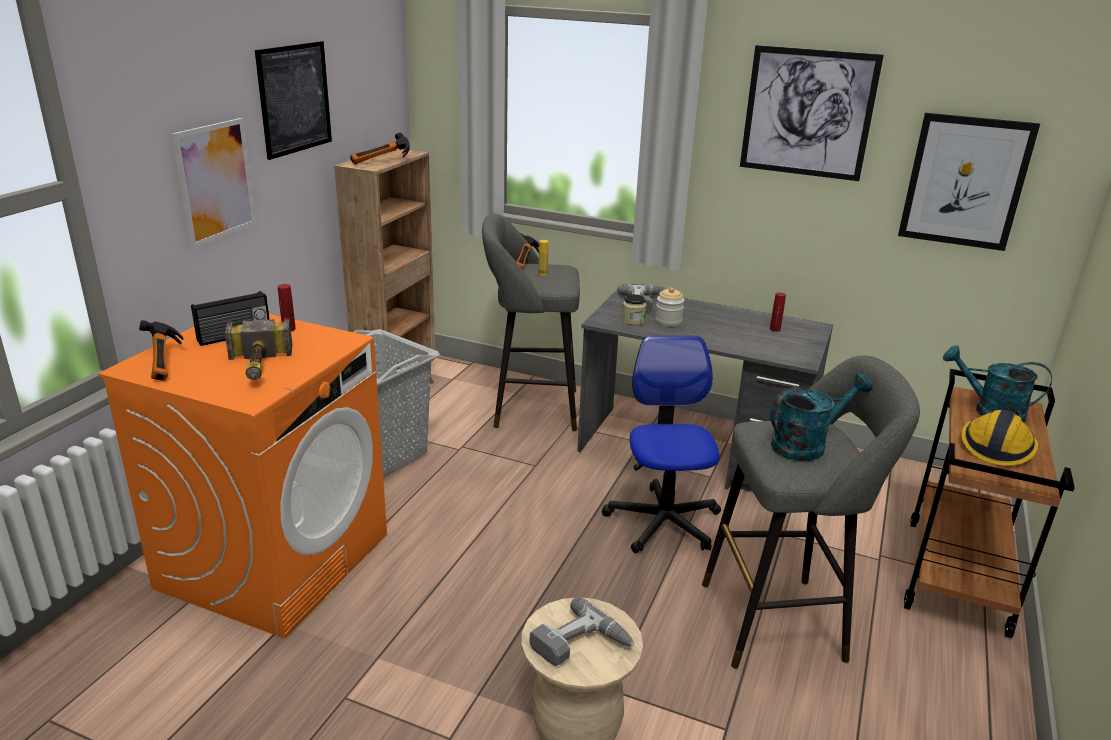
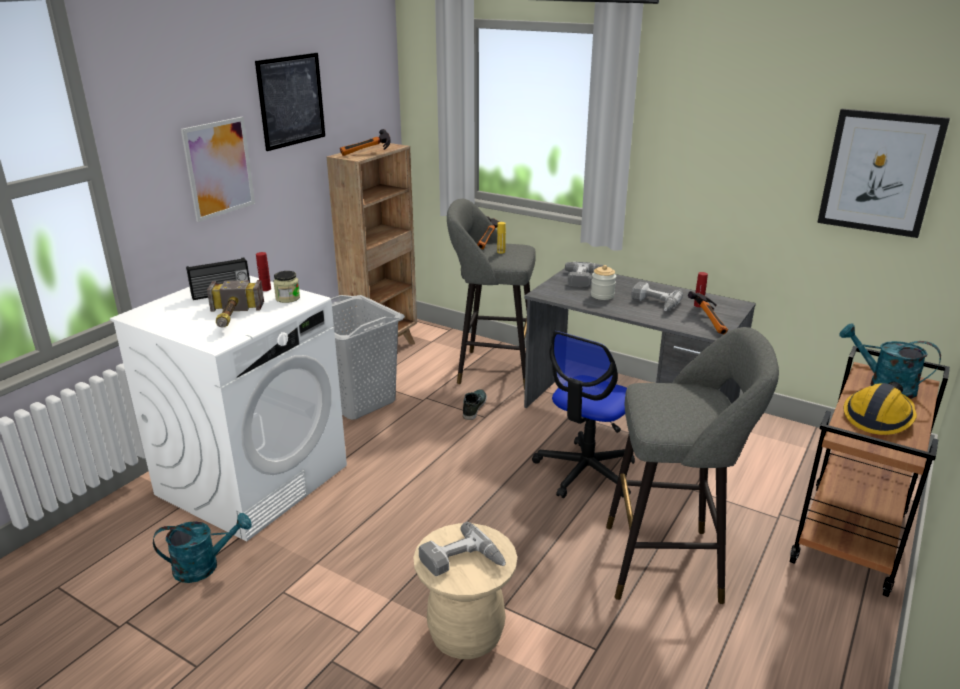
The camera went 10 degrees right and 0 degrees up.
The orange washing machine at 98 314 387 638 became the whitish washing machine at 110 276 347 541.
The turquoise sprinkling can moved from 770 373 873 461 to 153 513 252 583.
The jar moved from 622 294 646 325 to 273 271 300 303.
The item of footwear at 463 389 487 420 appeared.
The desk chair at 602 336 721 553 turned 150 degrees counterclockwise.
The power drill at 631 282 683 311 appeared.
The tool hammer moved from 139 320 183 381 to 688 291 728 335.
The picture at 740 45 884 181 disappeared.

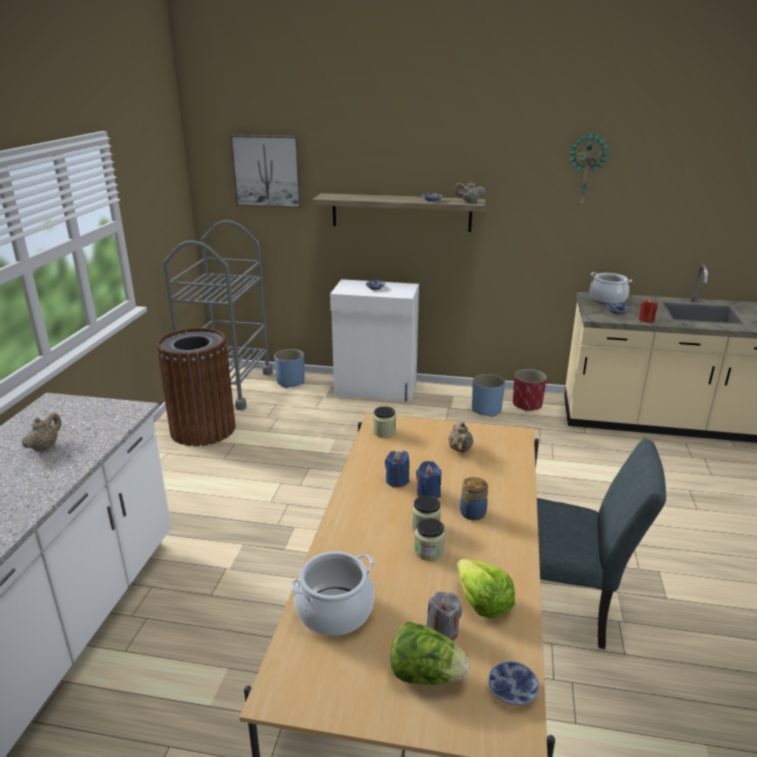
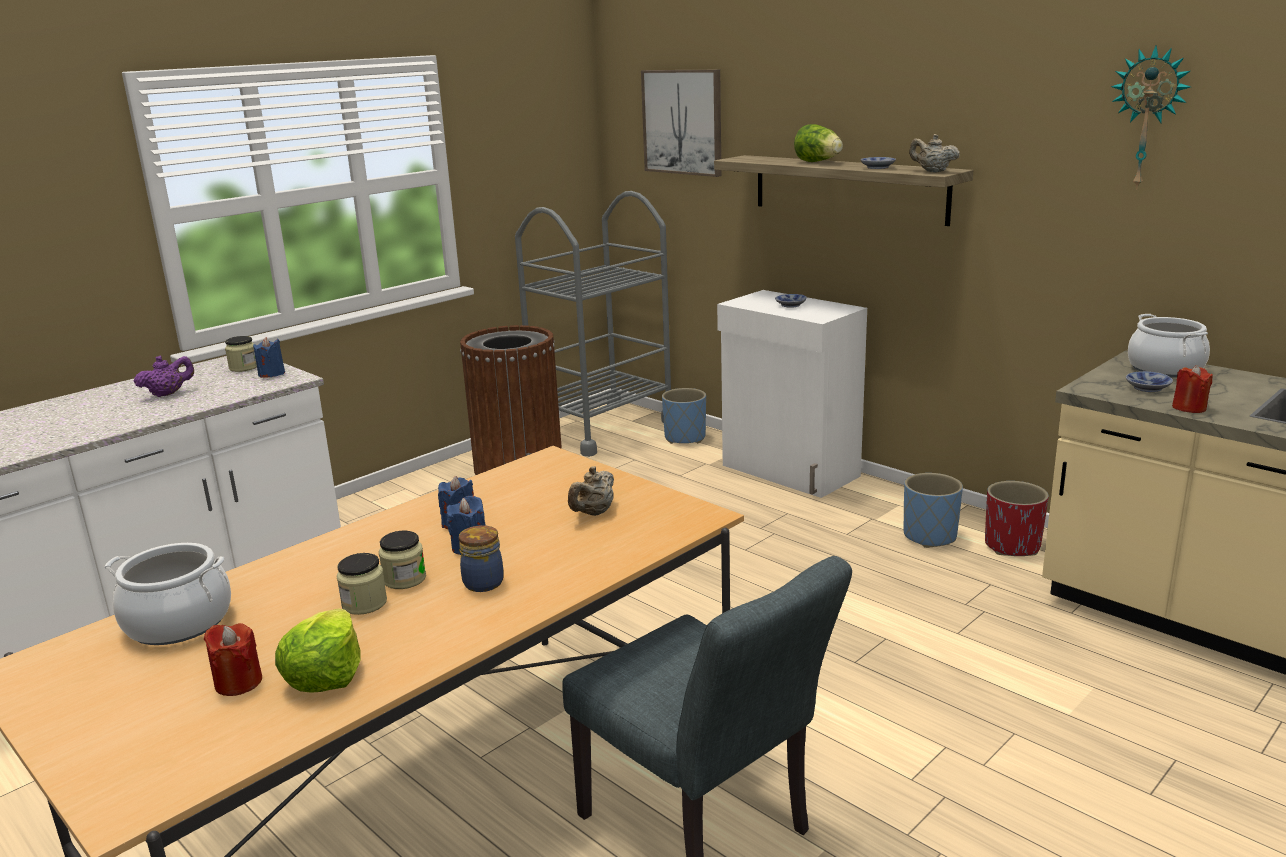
The camera went 35 degrees right and 5 degrees down.
The beige-coloured tea pot at 22 412 61 452 became the purplish tea pot at 134 356 194 397.
The greyish wax light at 426 592 462 641 became the reddish wax light at 204 623 262 696.
The jar moved from 373 406 396 438 to 225 336 257 372.
The bluish wax light at 253 337 285 378 appeared.
The lettuce moved from 391 622 470 685 to 794 124 843 162.
The deep dish at 488 661 539 705 disappeared.

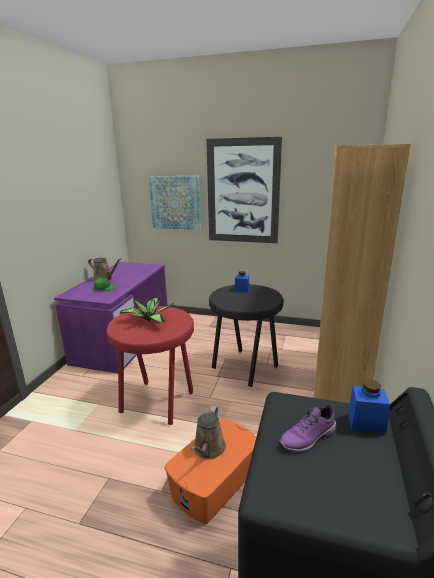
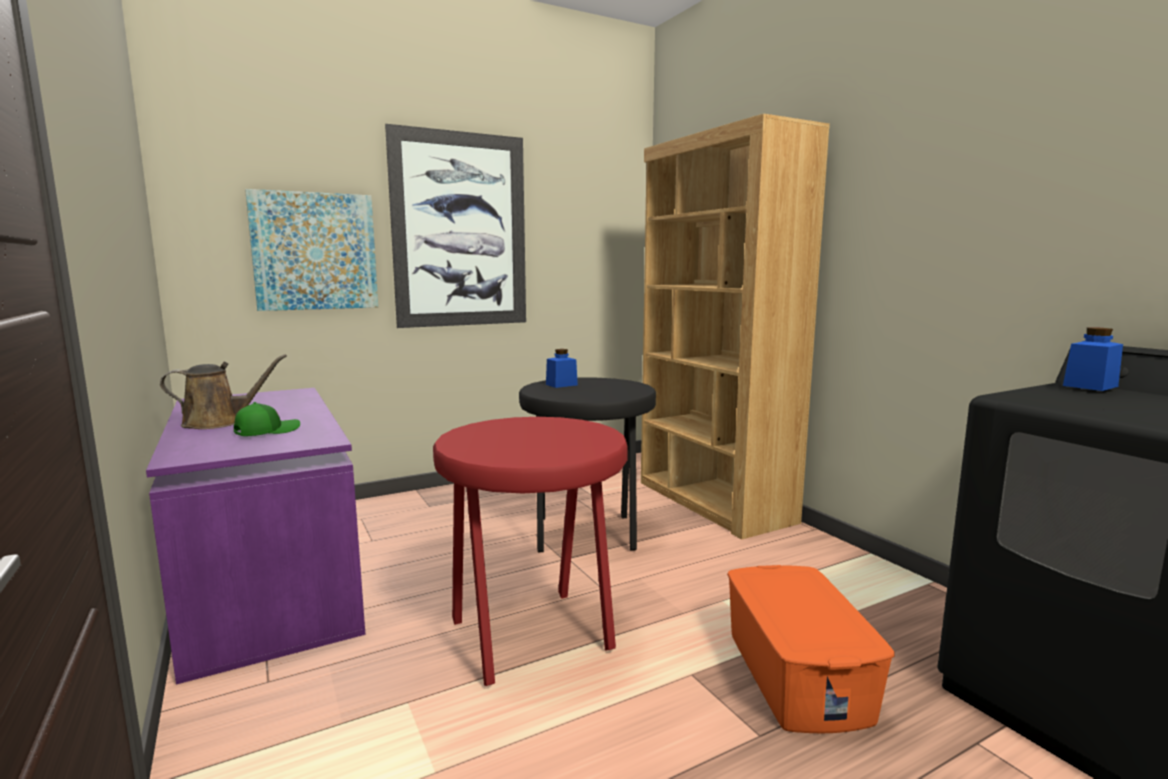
The camera went 45 degrees left and 10 degrees down.
The plant in a pot at 119 297 173 324 disappeared.
The brown-coloured sprinkling can at 191 406 226 459 disappeared.
The purplish item of footwear at 279 405 336 452 disappeared.

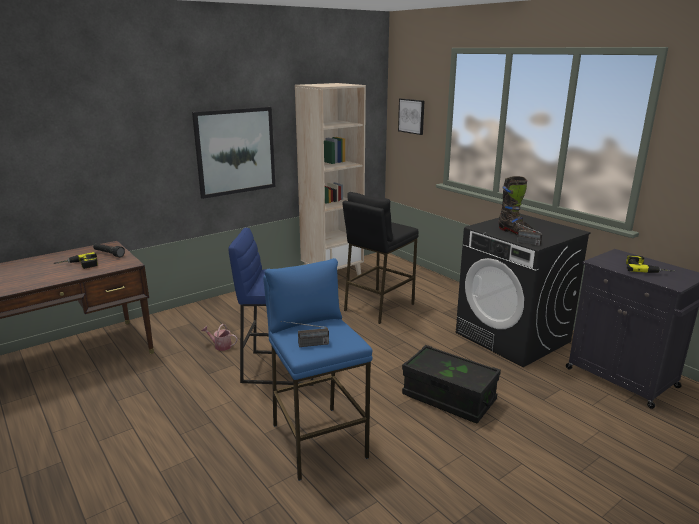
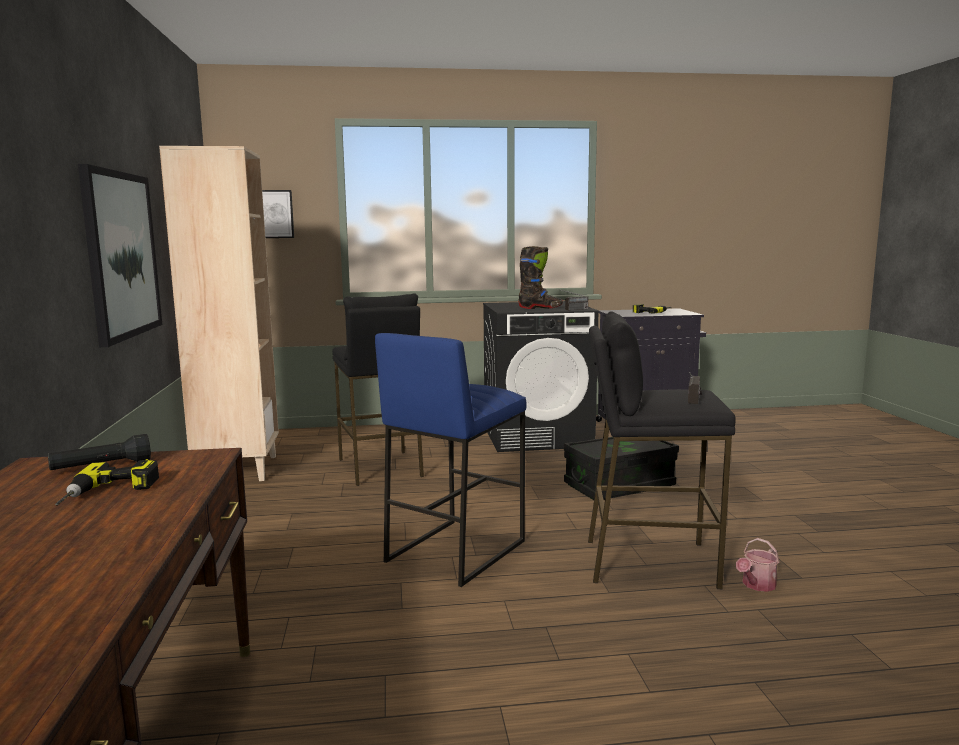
The camera went 60 degrees left and 10 degrees down.
The bluish stool at 263 258 372 481 became the blackish stool at 588 311 736 589.
The sprinkling can moved from 201 324 237 351 to 736 538 779 592.

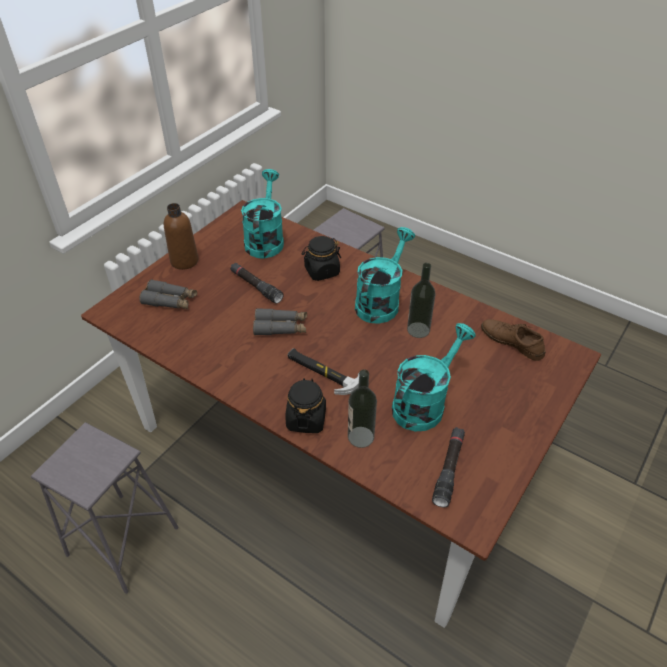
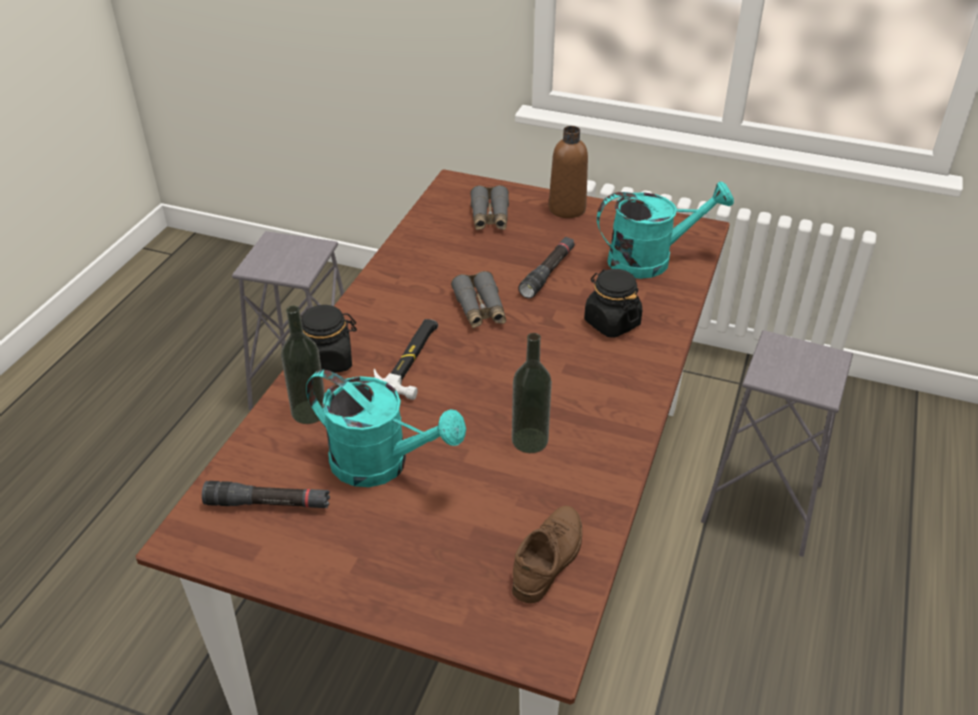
The camera went 75 degrees right and 5 degrees down.
The turquoise sprinkling can at 355 227 415 324 disappeared.

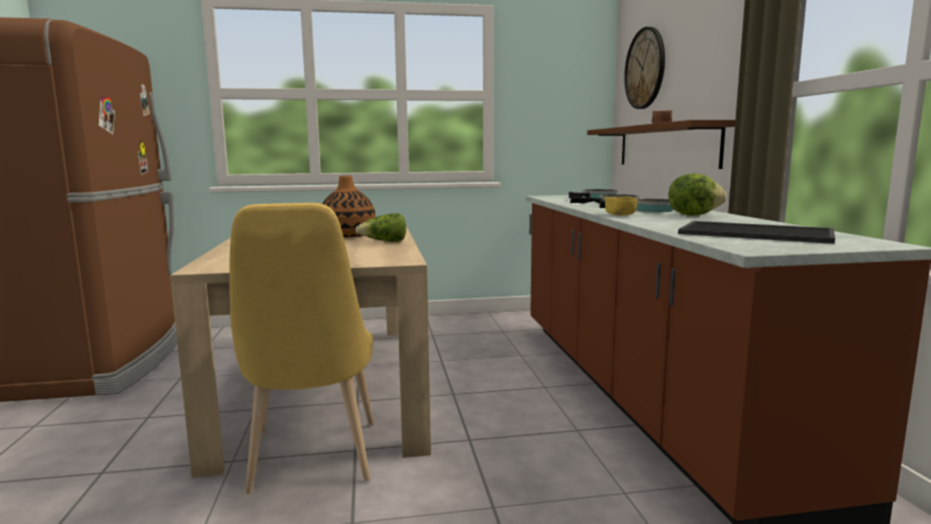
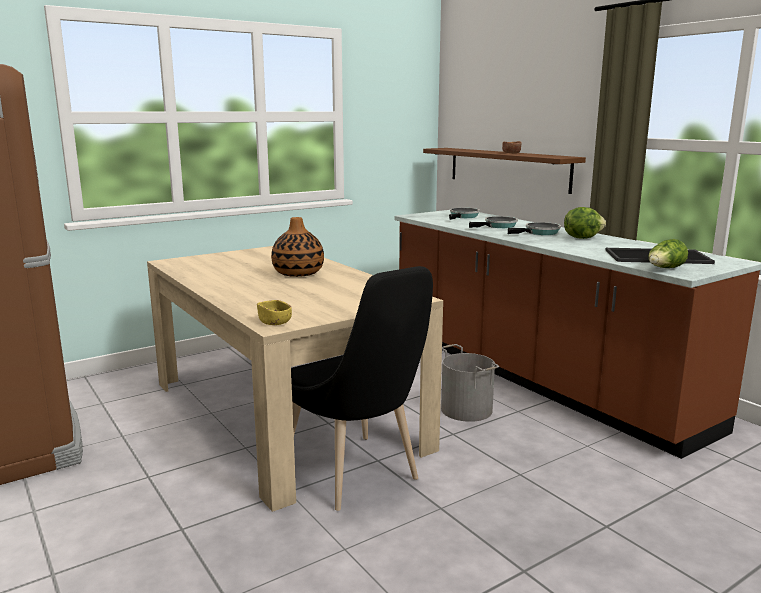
The camera went 25 degrees left and 5 degrees up.
The yellow deep dish moved from 605 196 637 215 to 257 300 292 325.
The yellow plain chair at 230 203 374 494 became the blackish plain chair at 291 266 433 511.
The greyish pail at 441 344 499 422 appeared.
The lettuce moved from 356 213 406 242 to 648 239 688 268.
The wall clock at 624 27 665 109 disappeared.

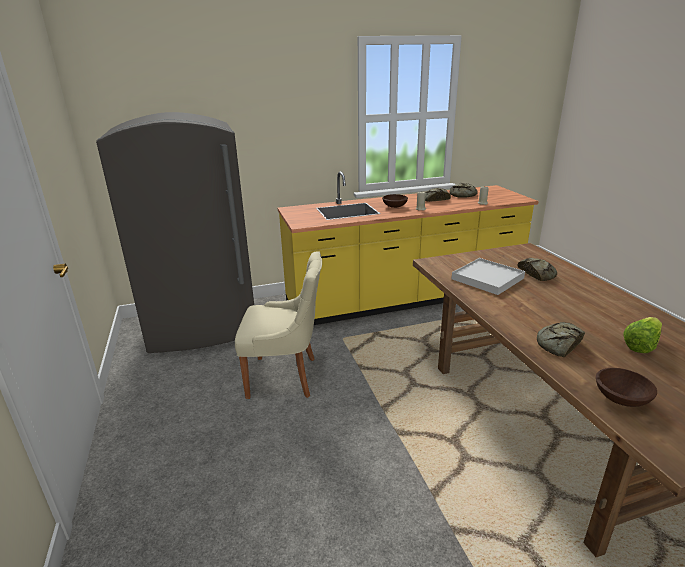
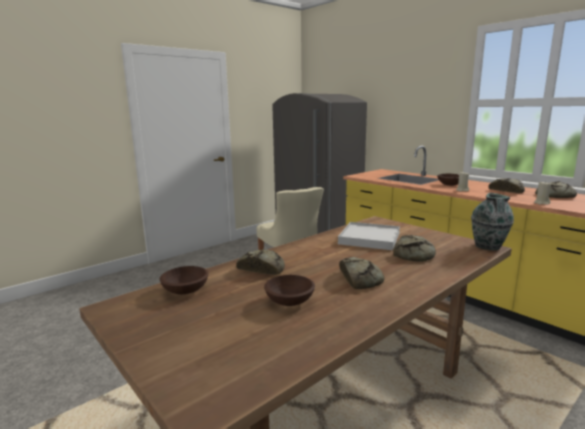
The camera went 65 degrees right and 10 degrees down.
The lettuce at 623 317 662 353 was replaced by the brown-coloured deep dish at 264 275 315 306.
The bakery bread at 339 257 384 289 appeared.
The flower vase at 471 192 514 250 appeared.

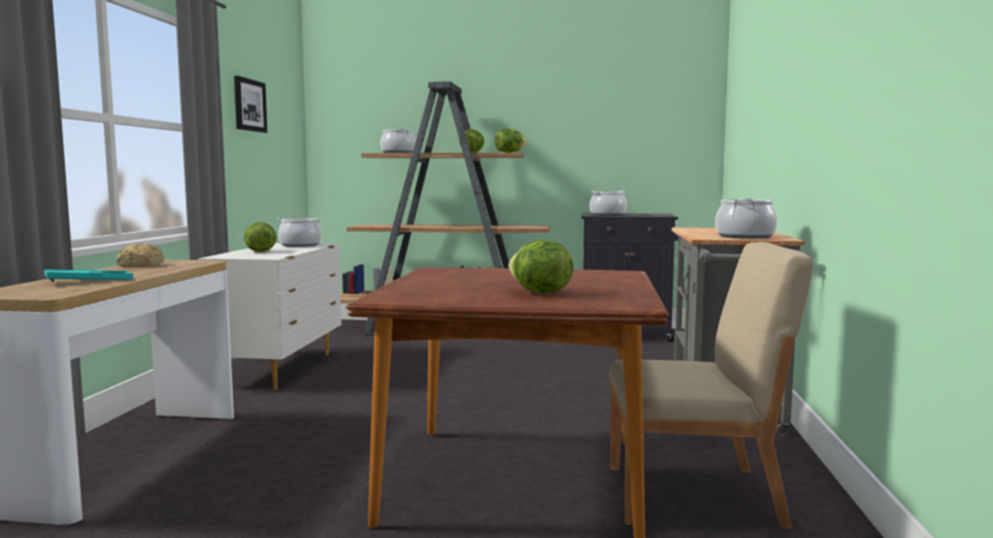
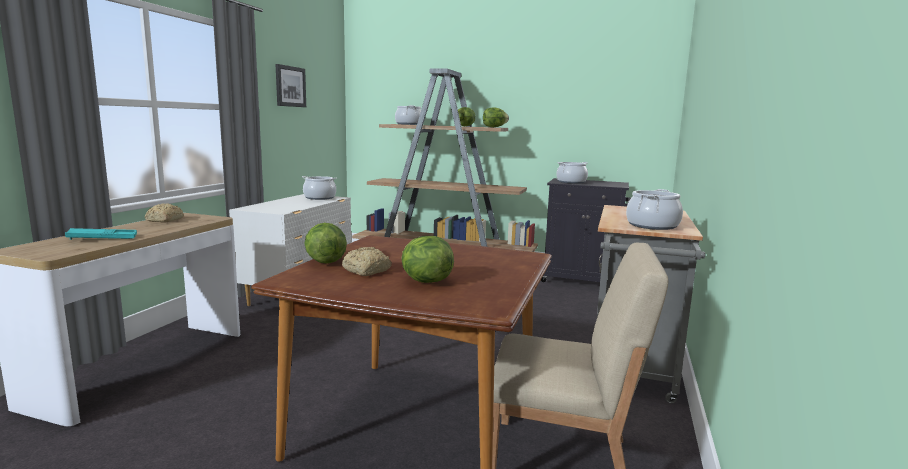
The camera went 10 degrees right and 5 degrees up.
The lettuce moved from 244 222 277 252 to 304 223 347 264.
The bakery bread at 342 247 392 276 appeared.

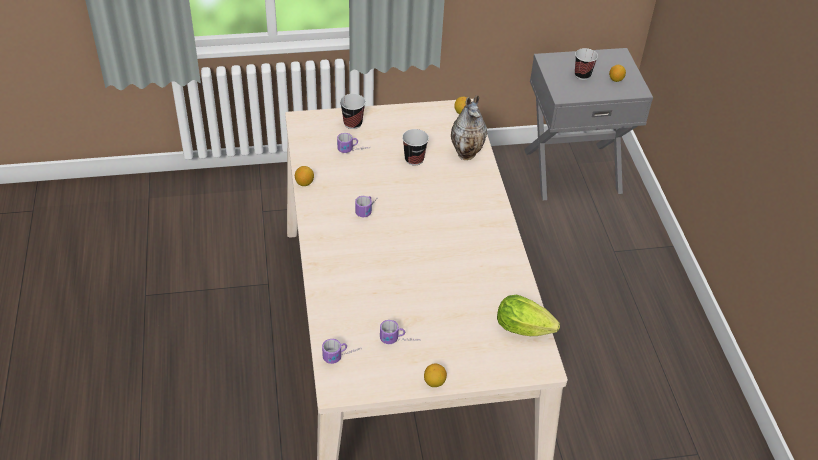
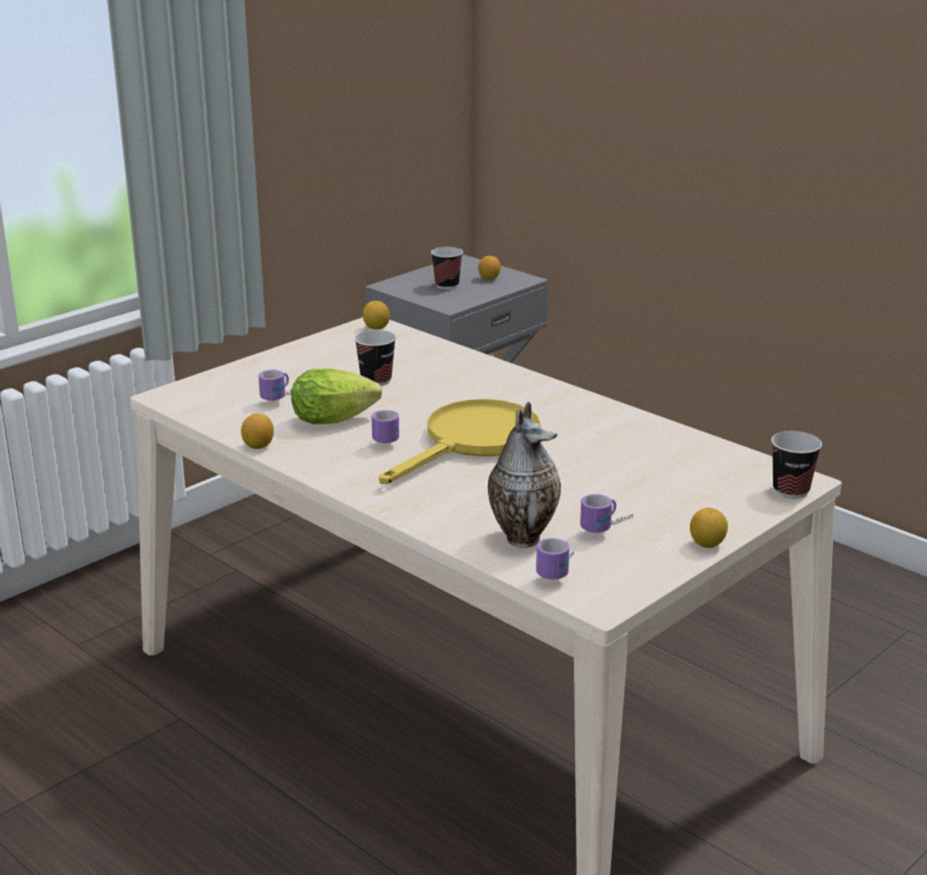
The camera went 35 degrees left and 20 degrees down.
The lettuce moved from 497 294 560 336 to 291 368 382 424.
The yellow skillet at 379 399 541 484 appeared.
The flower vase moved from 451 95 487 160 to 488 402 561 548.
The cup moved from 340 94 366 129 to 771 431 822 498.

